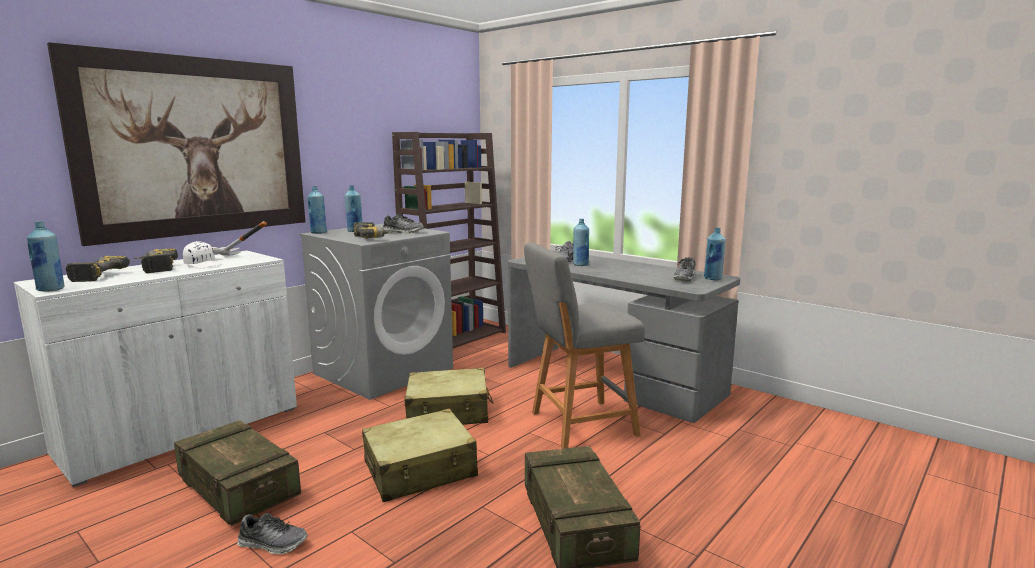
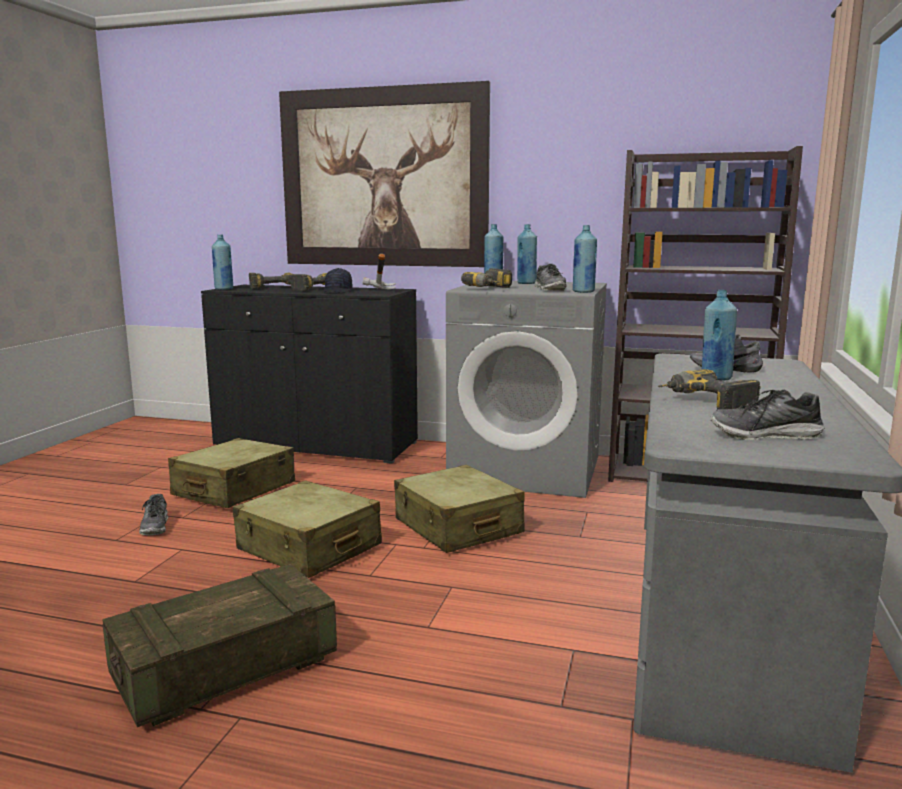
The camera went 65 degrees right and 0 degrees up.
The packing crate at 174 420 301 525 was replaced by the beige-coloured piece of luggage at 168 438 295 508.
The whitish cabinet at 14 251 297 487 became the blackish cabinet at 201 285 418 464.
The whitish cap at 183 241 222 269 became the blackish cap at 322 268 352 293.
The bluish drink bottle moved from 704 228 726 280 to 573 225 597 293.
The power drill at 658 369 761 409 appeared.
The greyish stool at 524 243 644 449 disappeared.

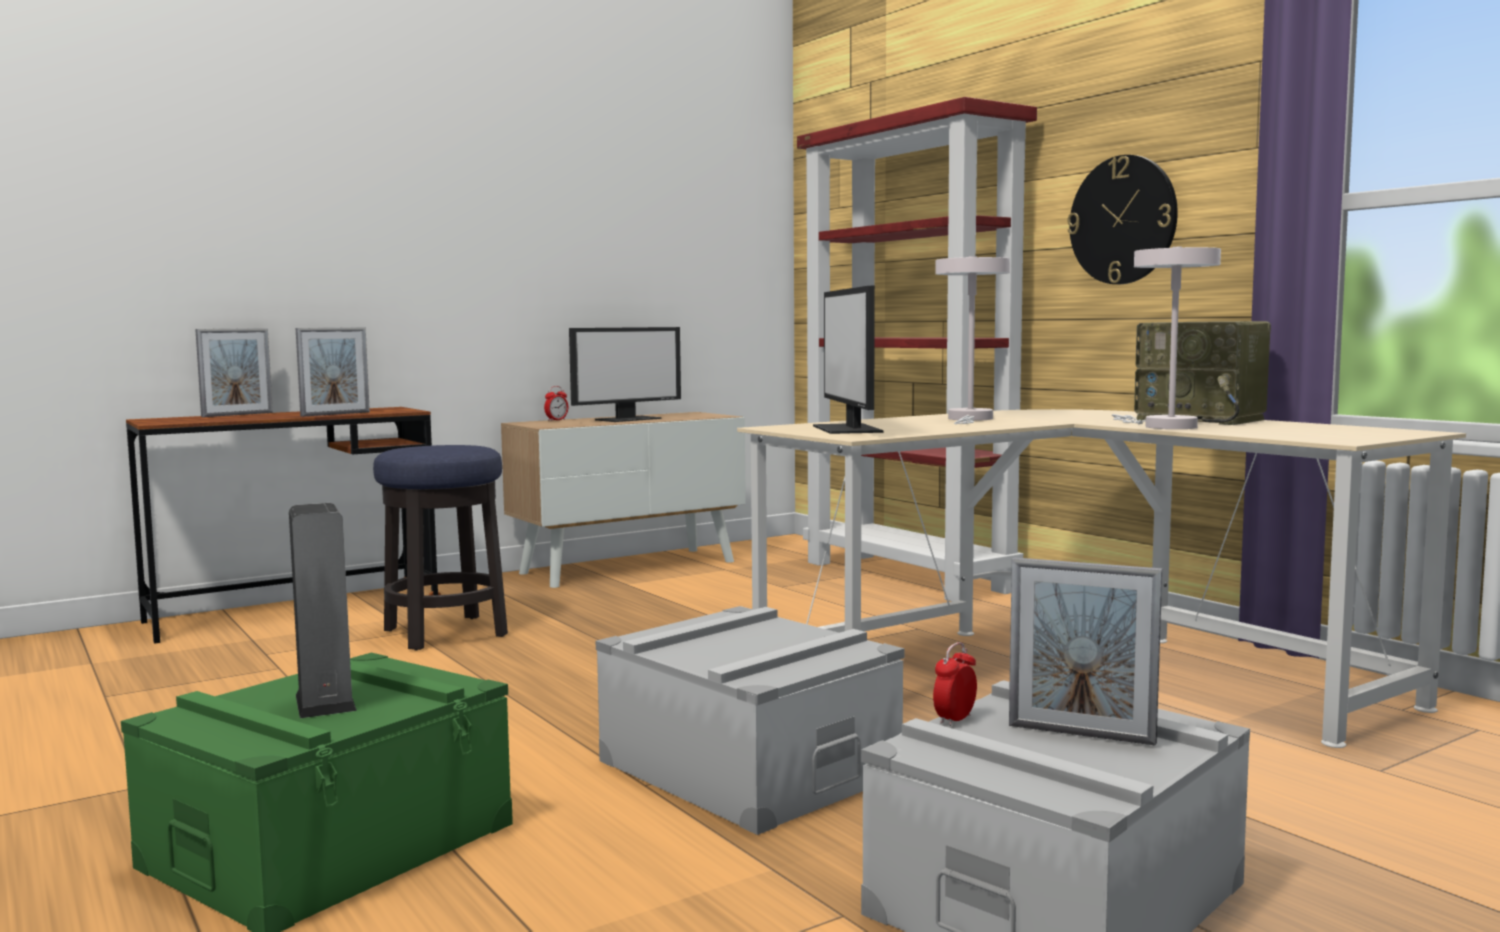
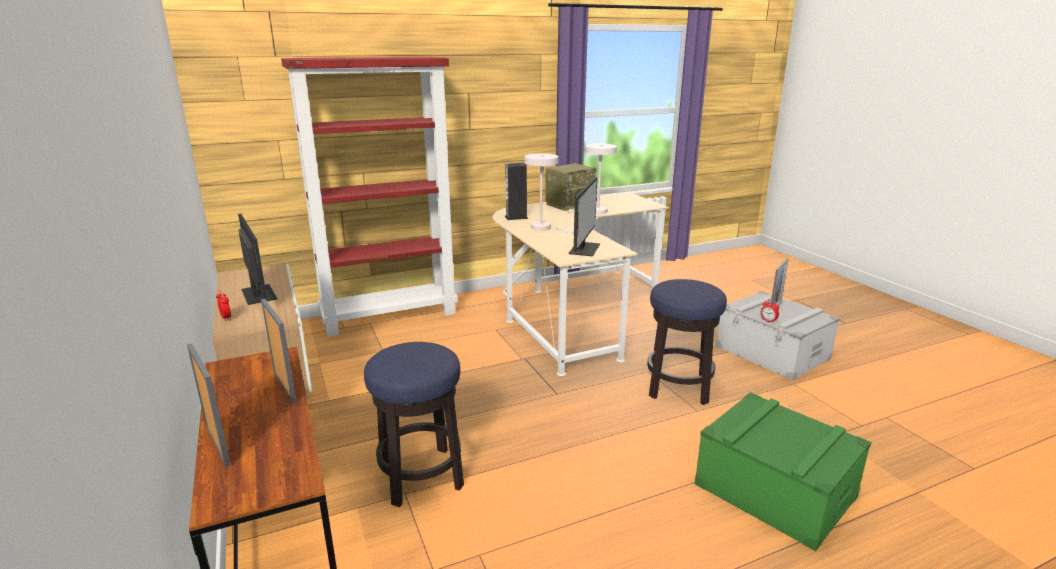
The camera went 80 degrees left and 15 degrees up.
The loudspeaker moved from 289 503 357 718 to 505 163 528 220.
The computer display at 813 286 884 434 turned 75 degrees counterclockwise.
The greyish storage bin at 595 606 904 835 was replaced by the stool at 647 279 727 405.
The wall clock at 1067 155 1178 284 disappeared.

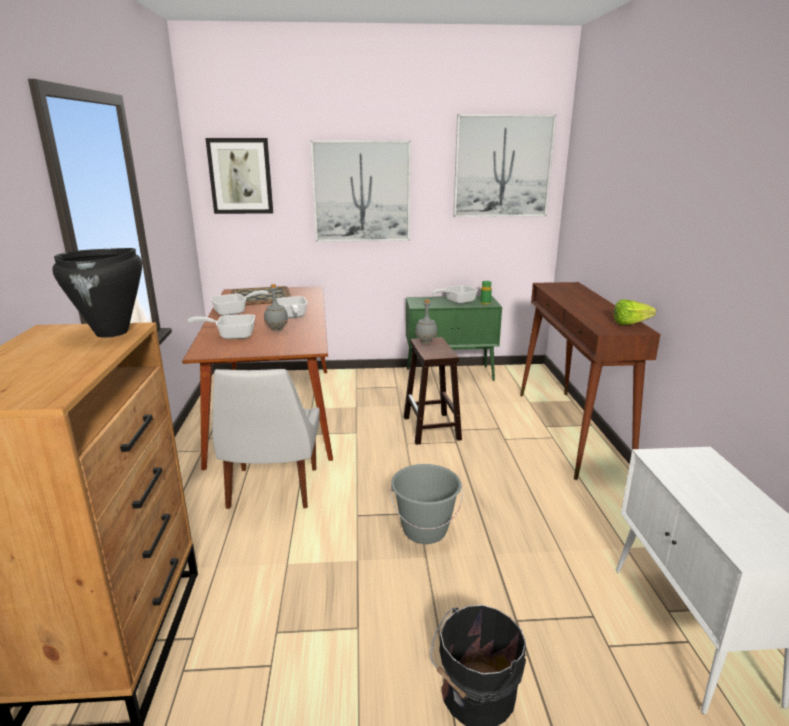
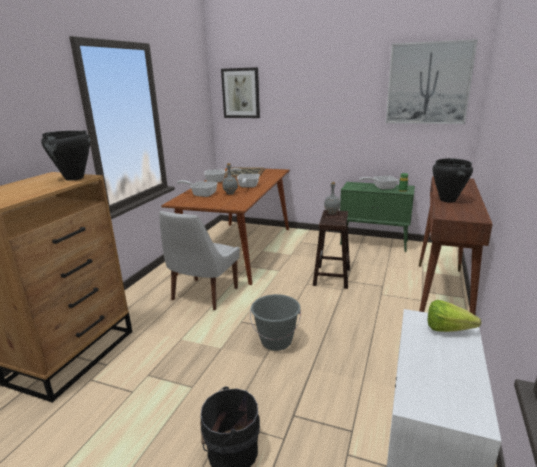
The camera went 25 degrees right and 0 degrees up.
The lettuce moved from 614 299 656 325 to 428 300 481 332.
The blackish cooking pot at 433 158 473 203 appeared.
The picture at 311 140 411 242 disappeared.

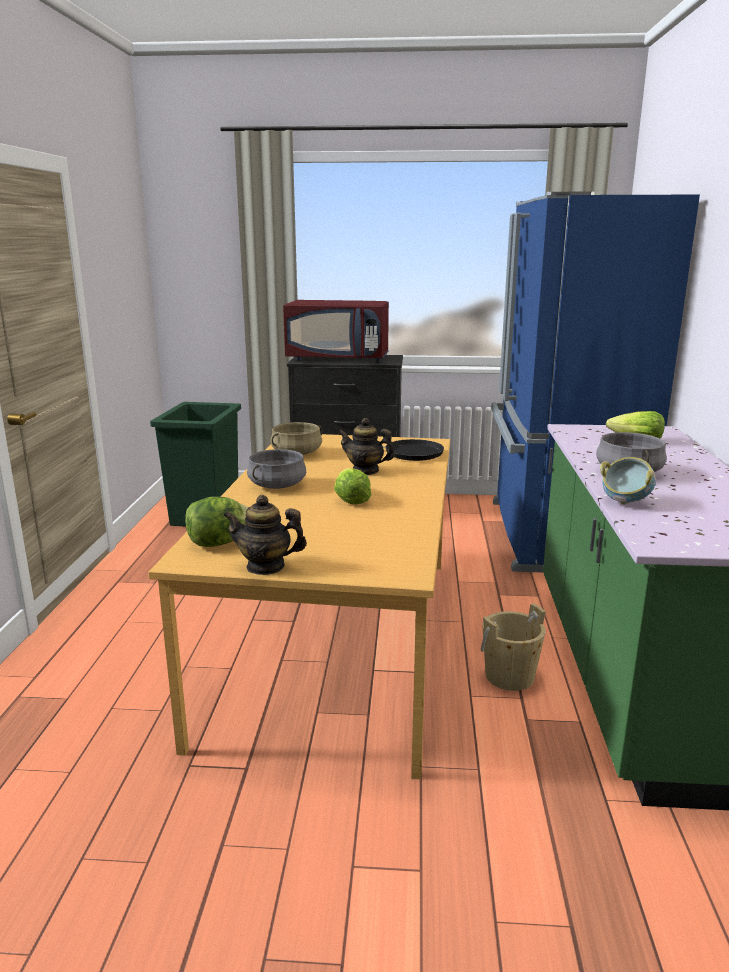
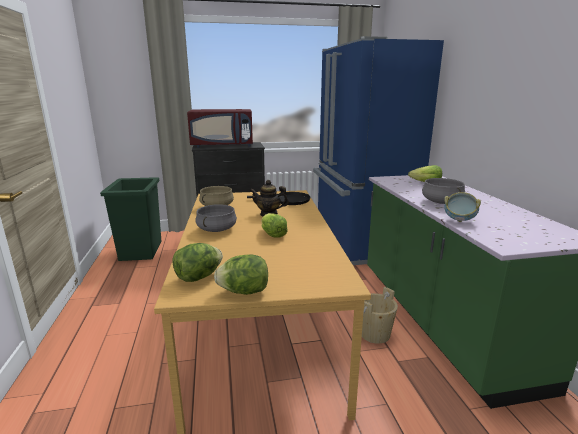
The camera went 15 degrees left and 0 degrees up.
The tea pot at 223 495 307 575 was replaced by the lettuce at 214 254 268 295.

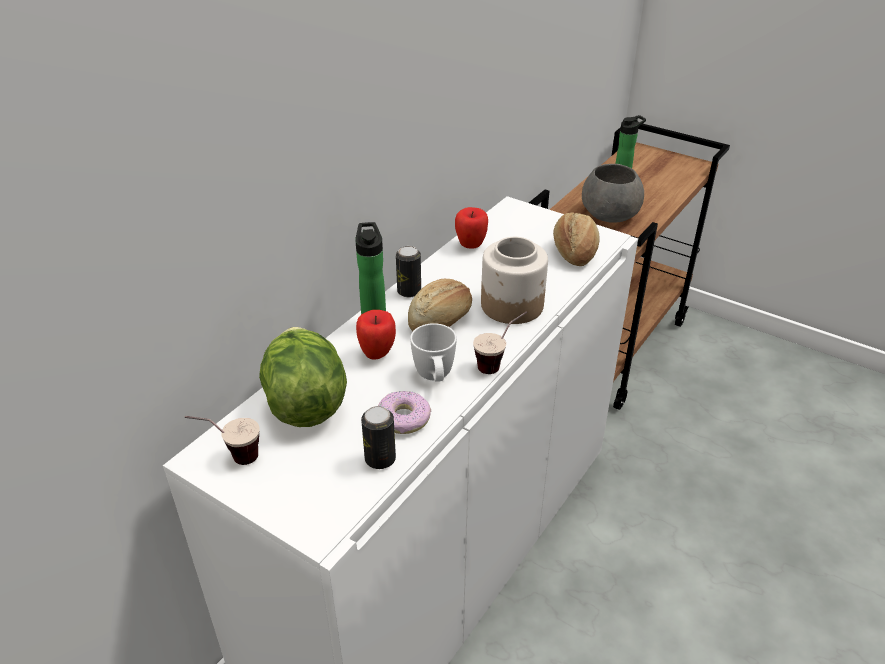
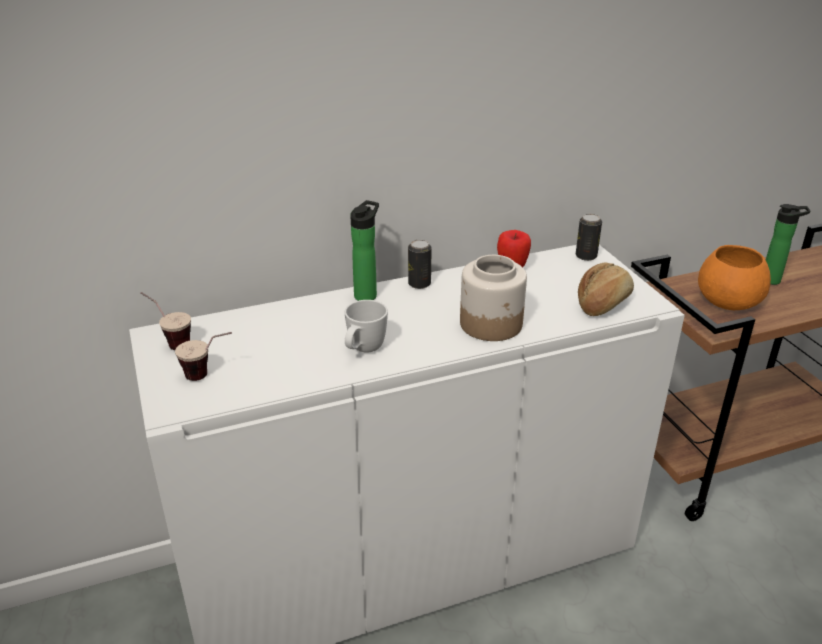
The camera went 35 degrees right and 5 degrees down.
The cup moved from 473 311 527 374 to 175 332 232 381.
The can moved from 361 406 396 469 to 576 214 602 261.
The greyish deep dish at 582 164 644 223 became the orange deep dish at 698 245 771 310.
The lettuce at 259 327 347 427 disappeared.
The apple fruit at 356 310 396 359 disappeared.
The doughnut at 378 391 431 434 disappeared.
The bakery bread at 408 279 472 331 disappeared.

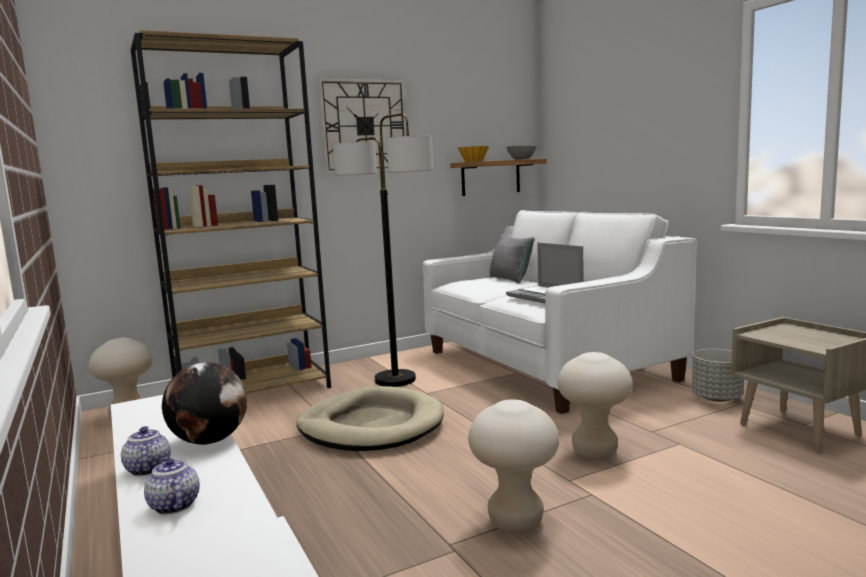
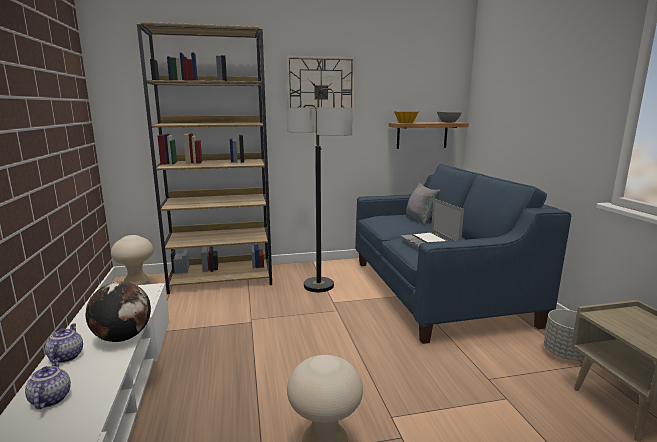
The camera went 15 degrees right and 5 degrees up.
The whitish couch at 423 210 697 414 became the bluish couch at 355 164 571 344.
The beige-coloured dog cushion at 296 386 444 451 disappeared.
The beige-coloured stool at 557 352 633 459 disappeared.

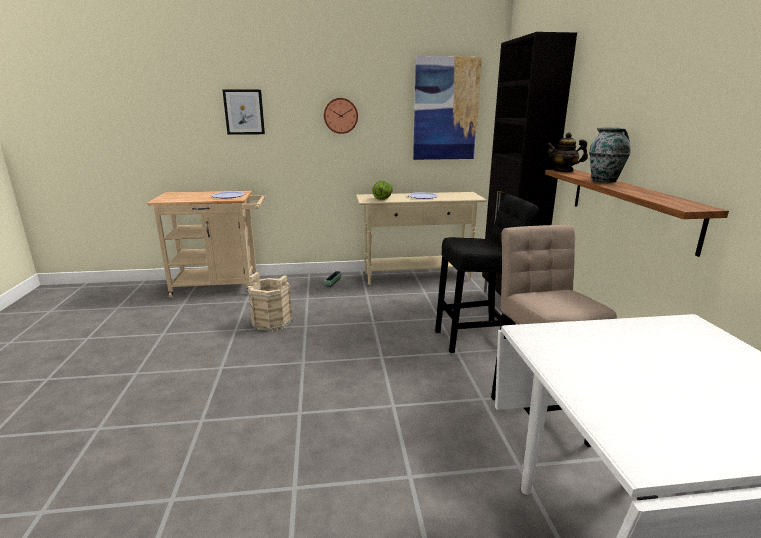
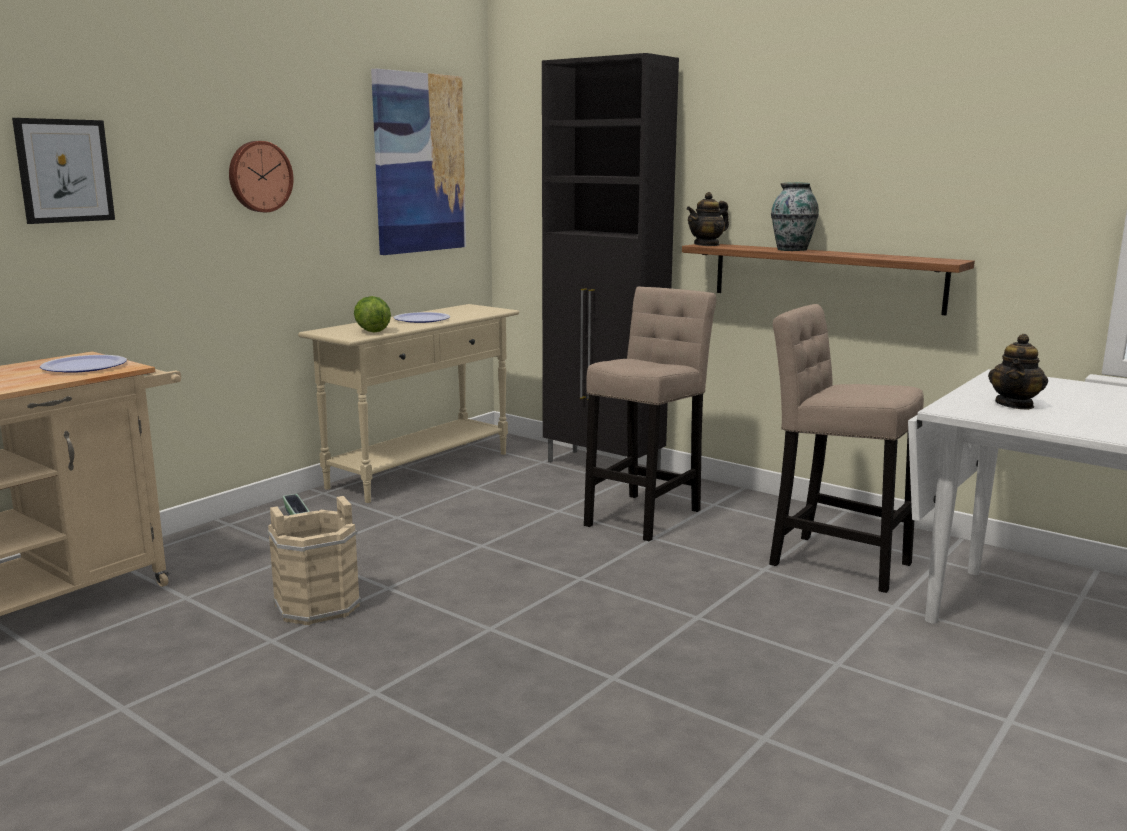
The camera went 45 degrees left and 5 degrees down.
The blackish stool at 435 194 539 353 became the beige-coloured stool at 584 287 716 541.
The tea pot at 988 334 1048 410 appeared.

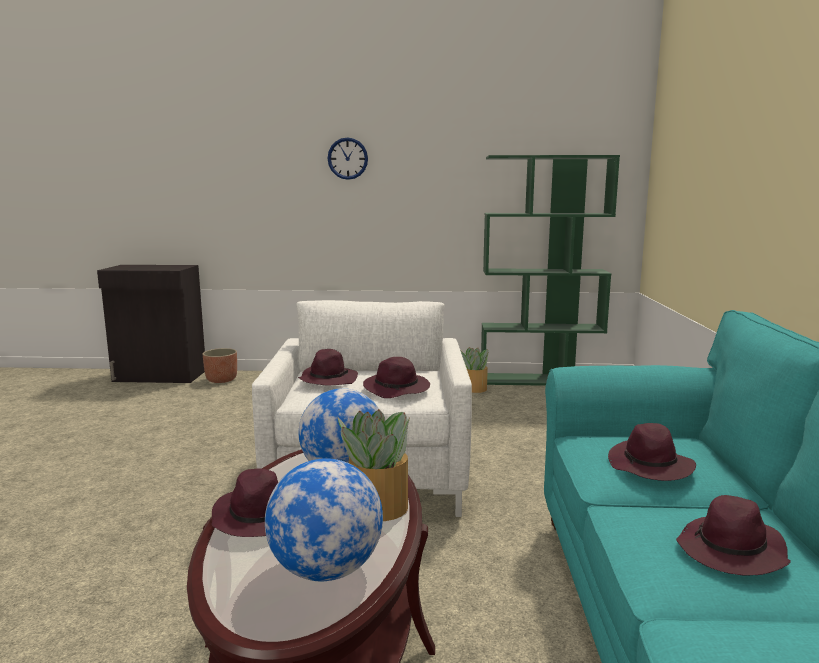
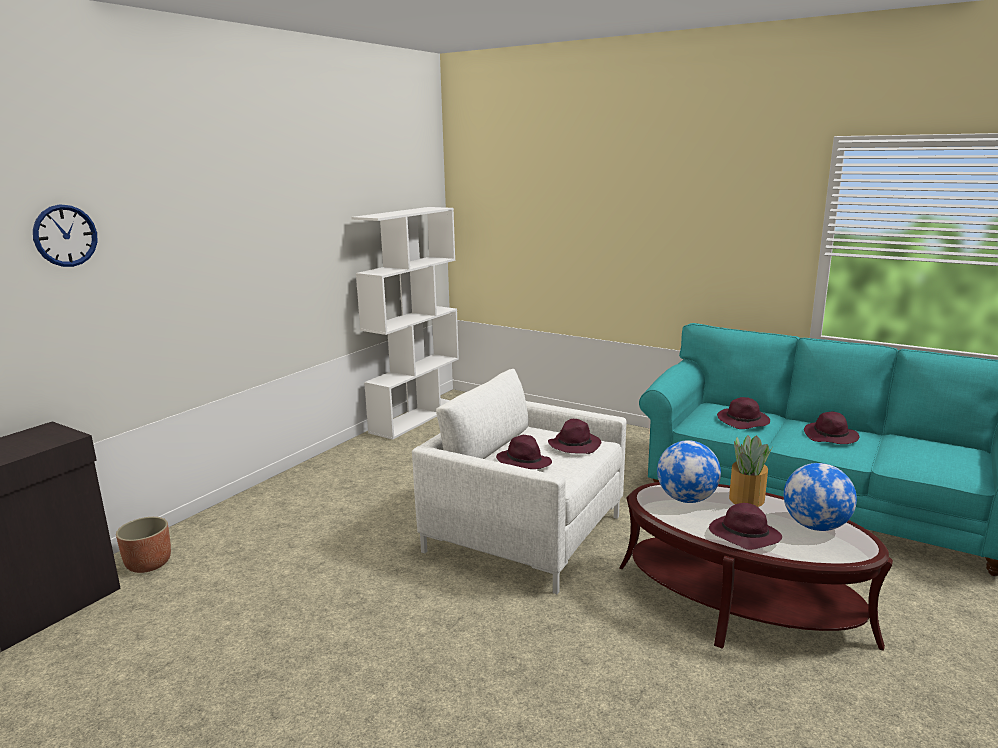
The camera went 60 degrees left and 5 degrees up.
The wall clock moved from 328 137 368 180 to 33 204 98 267.
The green bookshelf at 481 155 620 386 became the whitish bookshelf at 351 207 459 440.
The plant in a pot at 460 347 489 393 disappeared.

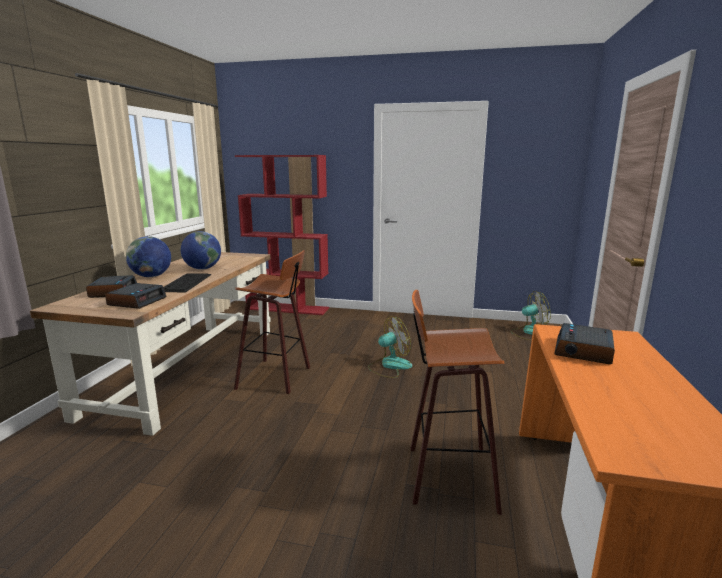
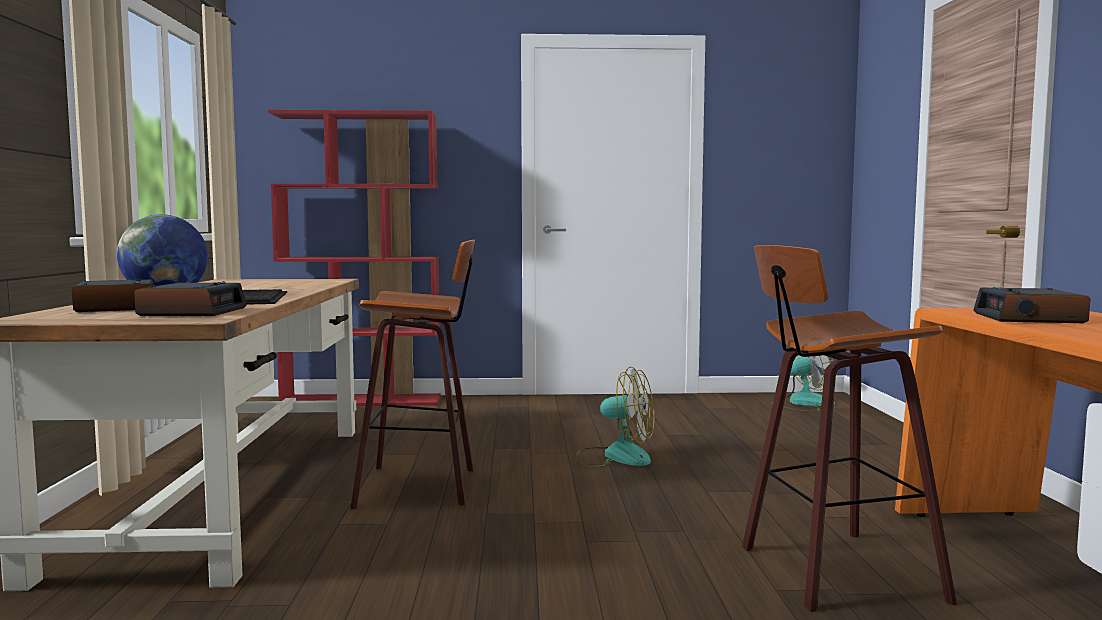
The camera went 15 degrees left and 10 degrees down.
The fan at 368 316 412 378 turned 60 degrees clockwise.
The globe at 181 231 221 270 disappeared.

